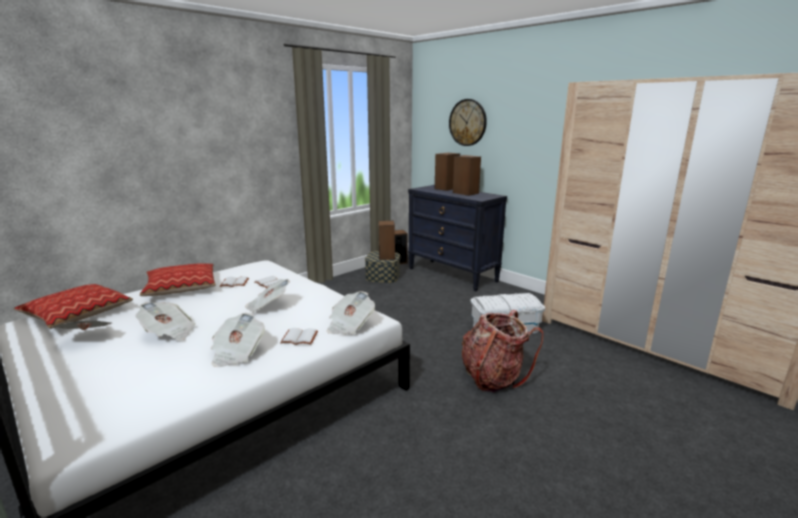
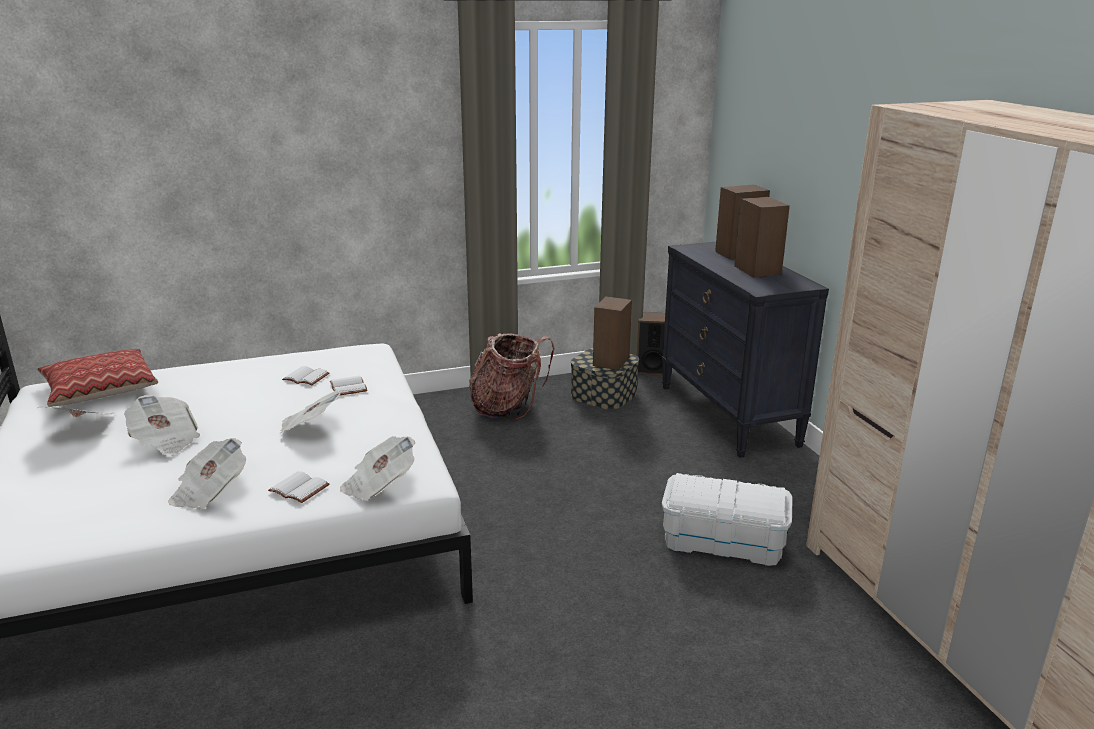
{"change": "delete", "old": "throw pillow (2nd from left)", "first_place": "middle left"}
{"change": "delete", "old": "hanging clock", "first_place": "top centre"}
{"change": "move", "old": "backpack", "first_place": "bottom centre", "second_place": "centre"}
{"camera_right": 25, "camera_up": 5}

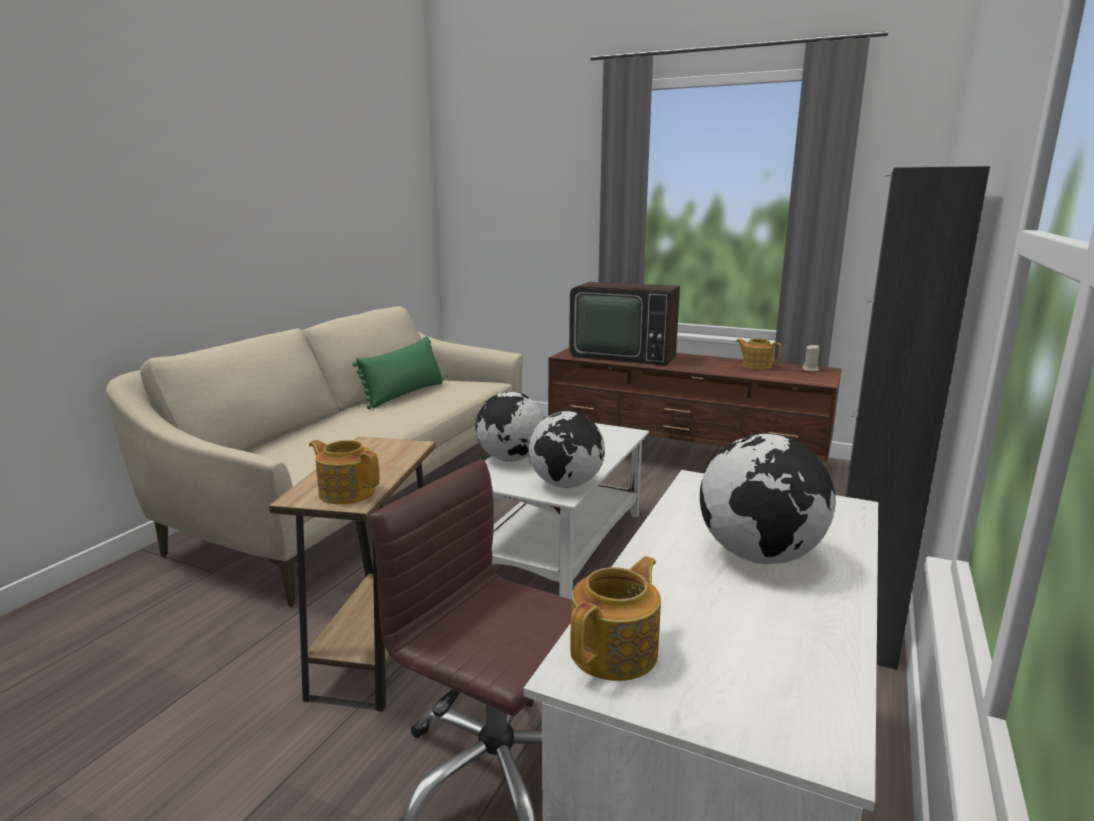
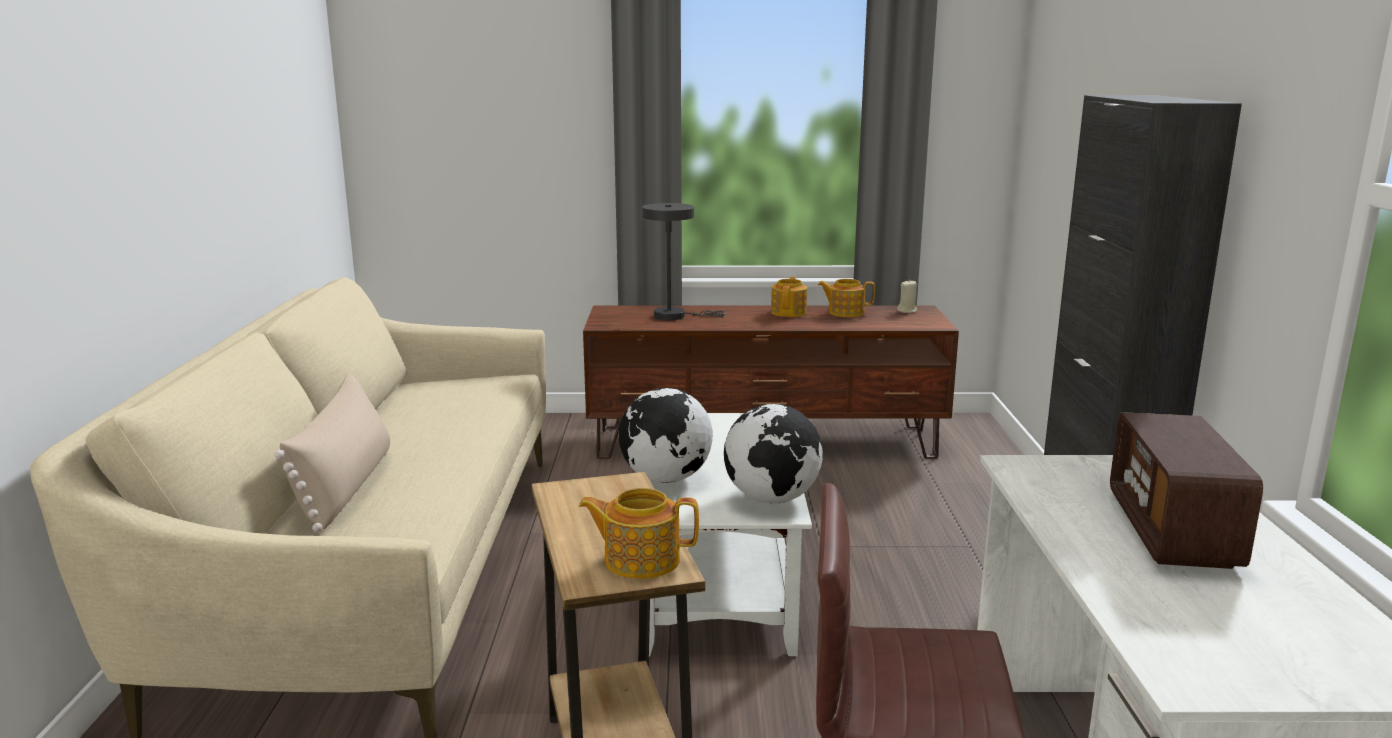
{"change": "delete", "old": "green throw pillow", "first_place": "centre"}
{"change": "insert", "new": "sand-coloured throw pillow", "second_place": "middle left"}
{"change": "move", "old": "pot for tea (2nd from left)", "first_place": "bottom centre", "second_place": "centre"}
{"change": "replace", "old": "TV set", "new": "gray lamp for a table", "first_place": "centre", "second_place": "centre"}
{"change": "replace", "old": "desk globe (3rd from left)", "new": "radio set", "first_place": "middle right", "second_place": "middle right"}
{"camera_right": -25, "camera_up": 0}

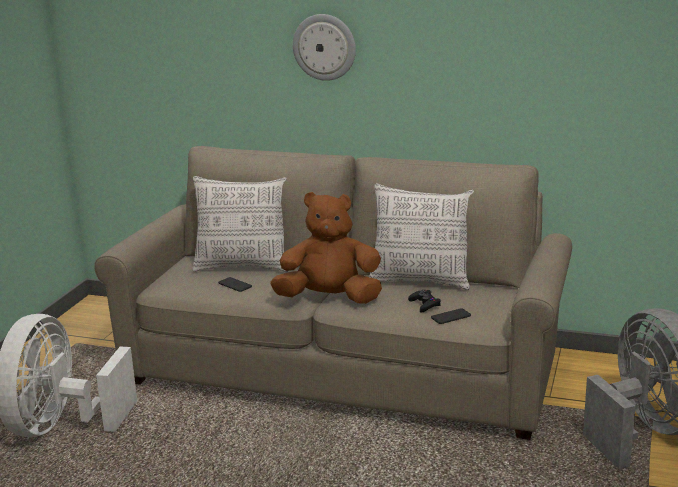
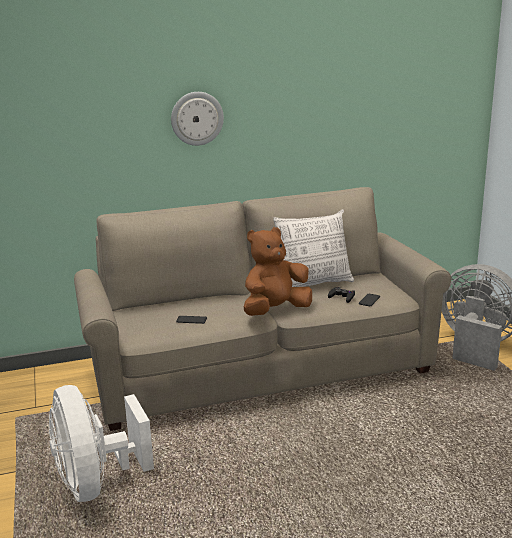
{"change": "delete", "old": "throw pillow (1st from left)", "first_place": "centre"}
{"camera_right": -35, "camera_up": 0}

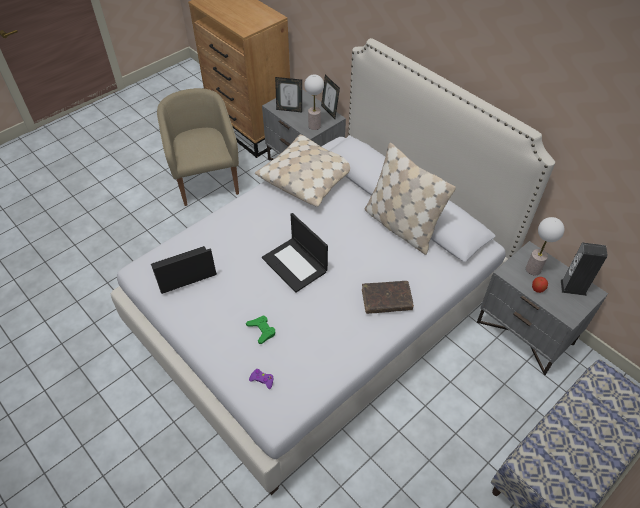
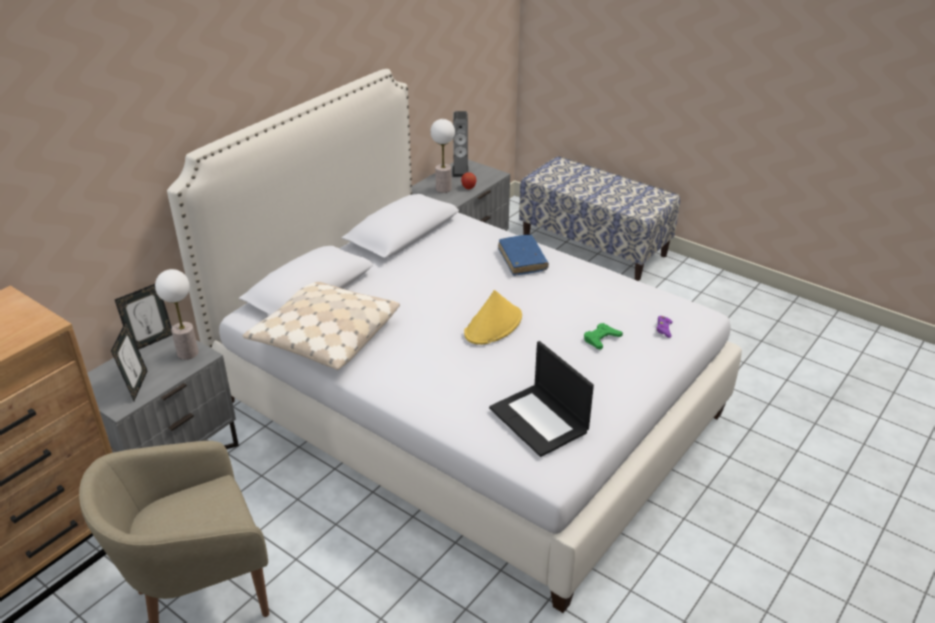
{"change": "delete", "old": "sand-coloured throw pillow (2nd from left)", "first_place": "centre"}
{"change": "replace", "old": "laptop (2nd from left)", "new": "yellowish wearable hat", "first_place": "centre", "second_place": "centre"}
{"change": "recolor", "old": "brownish book", "new": "bluish book", "first_place": "centre", "second_place": "centre"}
{"camera_right": -100, "camera_up": -15}

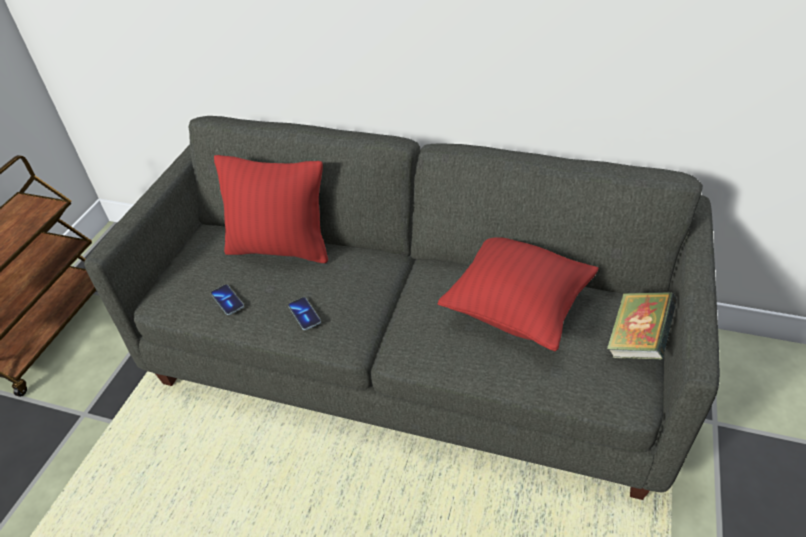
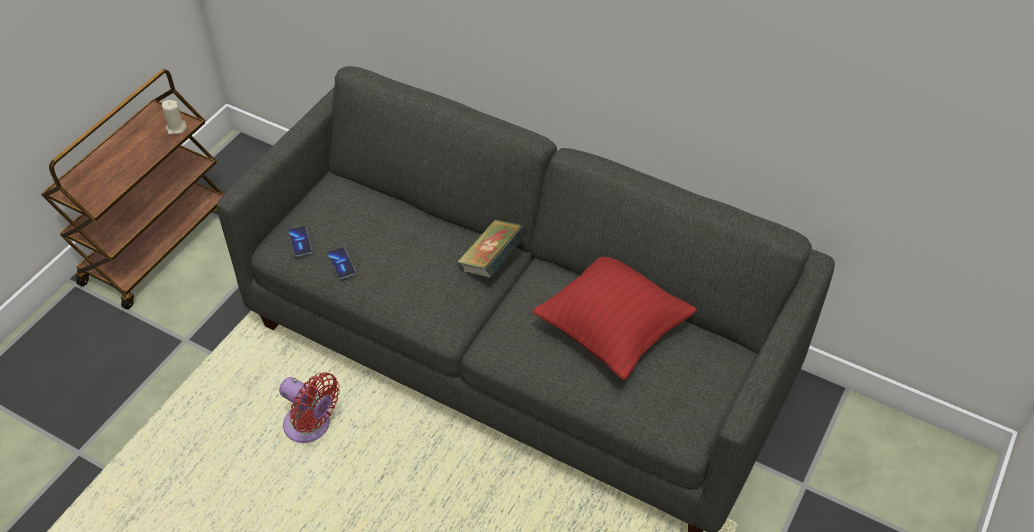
{"change": "delete", "old": "red throw pillow (1st from left)", "first_place": "centre"}
{"change": "insert", "new": "sand-coloured wax light", "second_place": "top left"}
{"change": "insert", "new": "red cooling fan", "second_place": "bottom left"}
{"change": "move", "old": "phone (2nd from left in the first image)", "new": "phone (1st from left)", "first_place": "centre", "second_place": "middle left"}
{"change": "move", "old": "book", "first_place": "middle right", "second_place": "centre"}
{"camera_right": 10, "camera_up": 5}

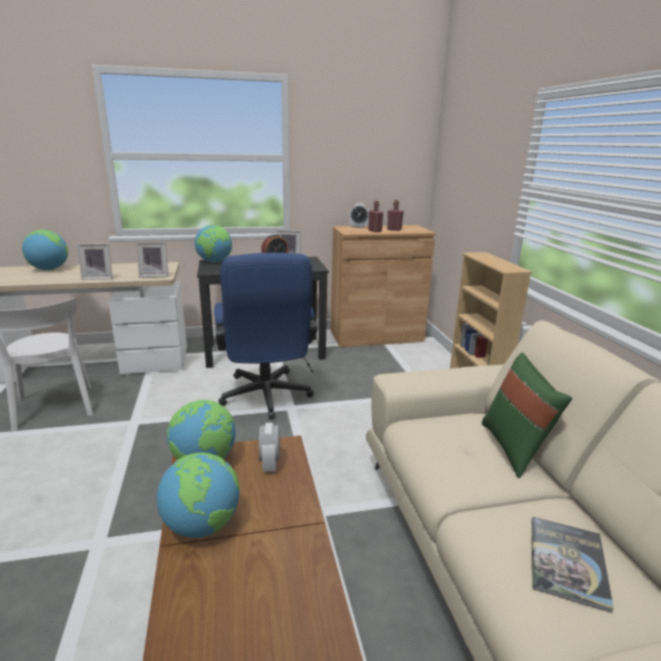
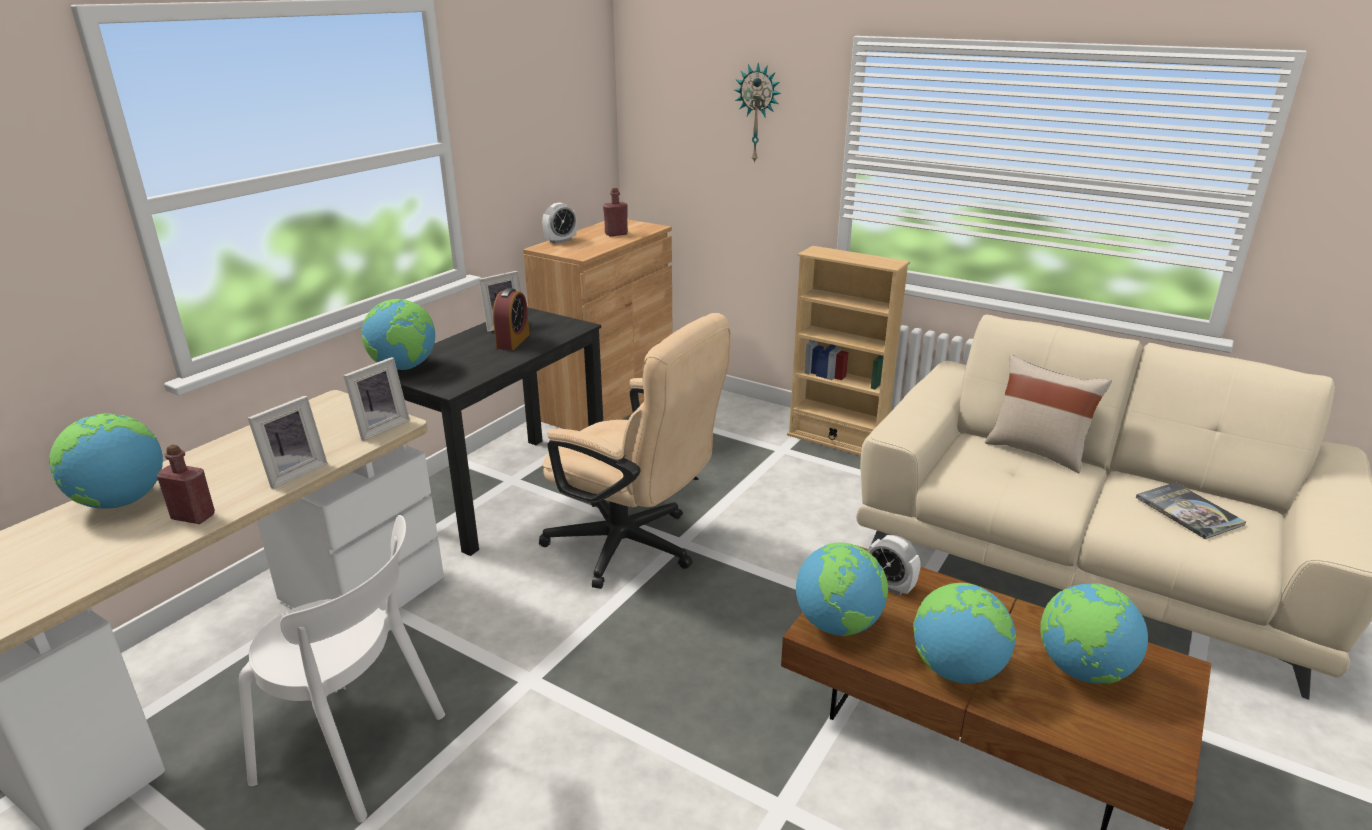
{"change": "insert", "new": "hanging clock", "second_place": "top centre"}
{"change": "insert", "new": "desk globe (5th from left)", "second_place": "bottom right"}
{"change": "move", "old": "red beverage bottle (1st from left)", "first_place": "top centre", "second_place": "middle left"}
{"change": "recolor", "old": "bluish computer chair", "new": "sand-coloured computer chair", "first_place": "centre", "second_place": "centre"}
{"change": "recolor", "old": "green throw pillow", "new": "sand-coloured throw pillow", "first_place": "middle right", "second_place": "middle right"}
{"camera_right": -45, "camera_up": 5}

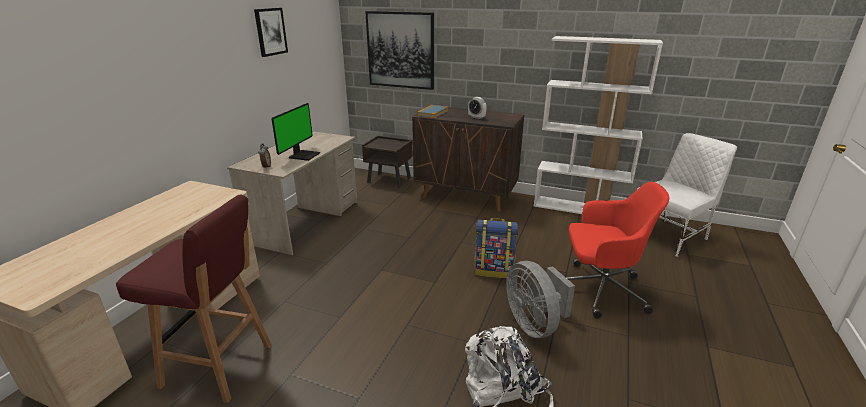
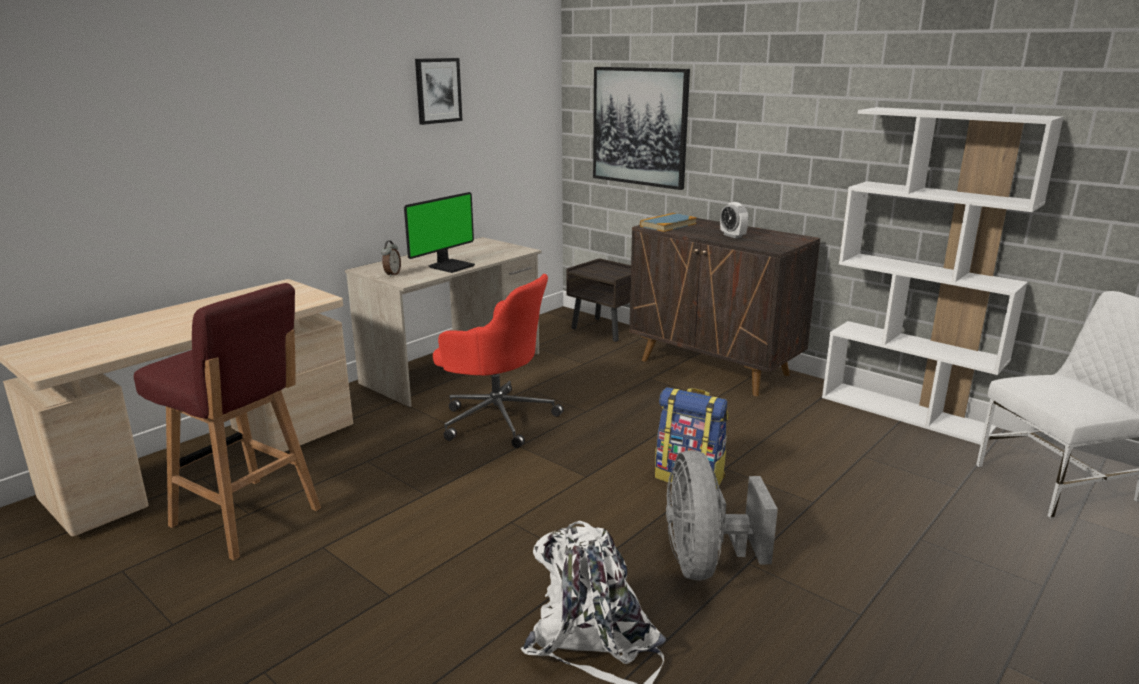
{"change": "move", "old": "red computer chair", "first_place": "middle right", "second_place": "centre"}
{"camera_right": 20, "camera_up": -5}

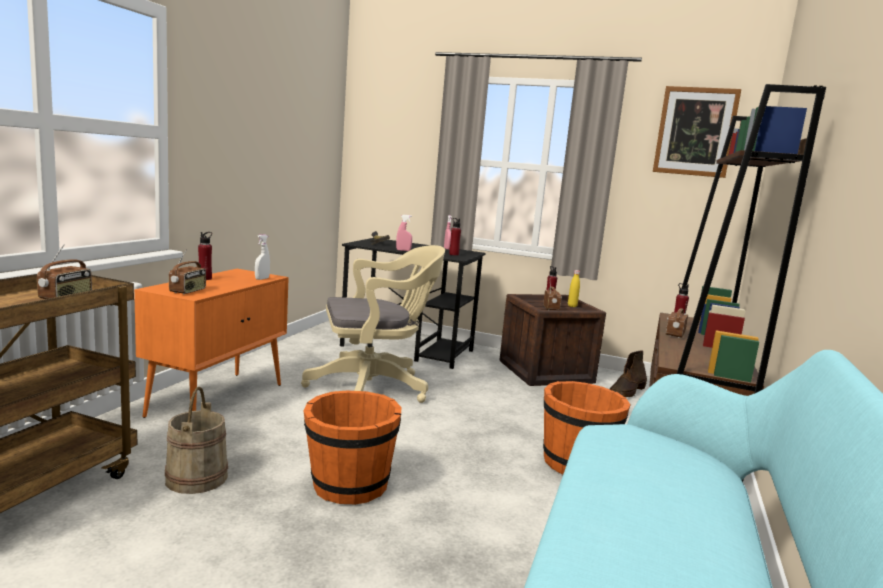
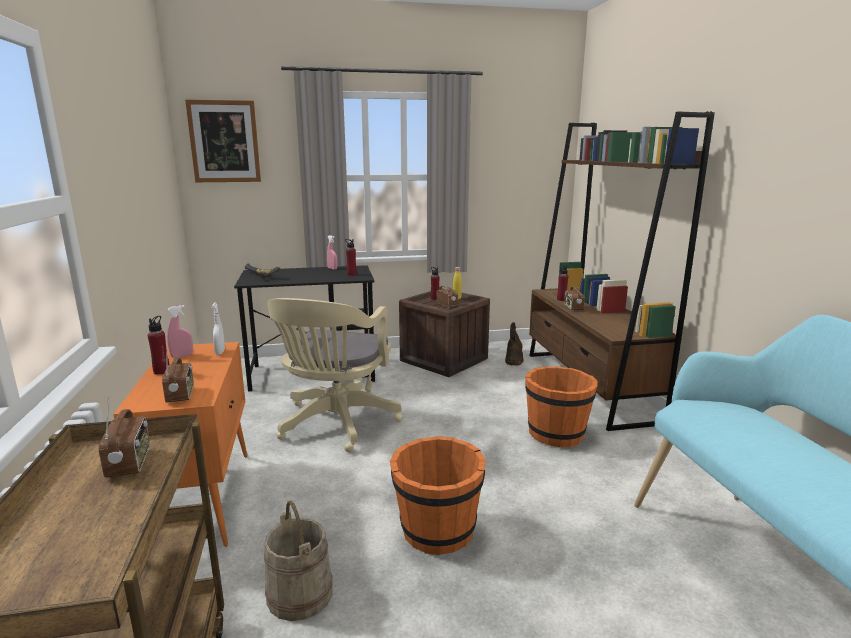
{"change": "move", "old": "pinkish spray bottle (1st from left)", "first_place": "centre", "second_place": "middle left"}
{"change": "move", "old": "picture", "first_place": "top right", "second_place": "top left"}
{"change": "rotate", "old": "sand-coloured computer chair", "first_place": "centre", "second_place": "centre", "degrees": 150}
{"camera_right": -30, "camera_up": 5}

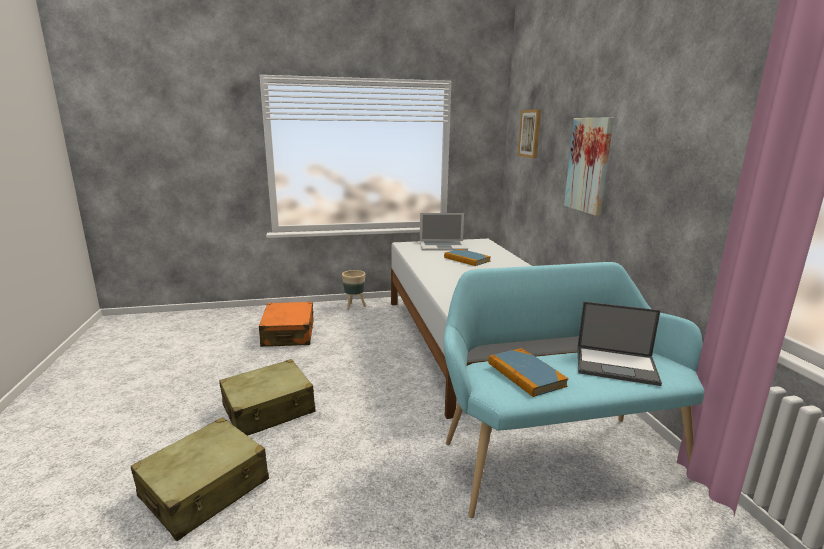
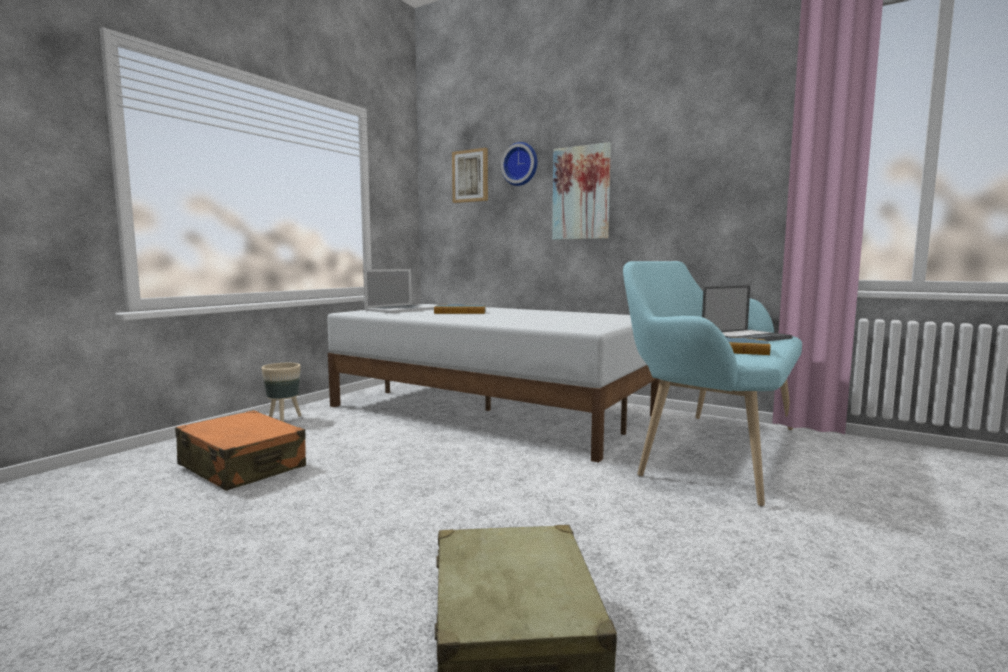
{"change": "delete", "old": "sand-coloured travel case (2nd from left)", "first_place": "bottom left"}
{"change": "insert", "new": "hanging clock", "second_place": "top centre"}
{"camera_right": -45, "camera_up": -10}

